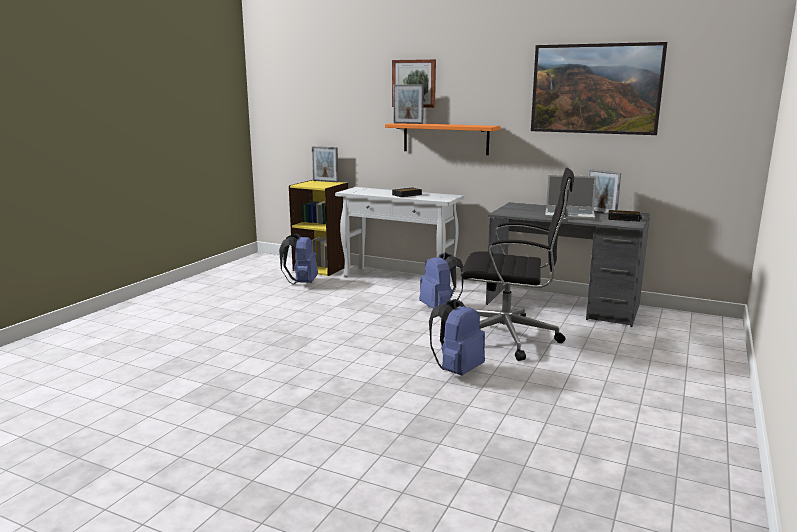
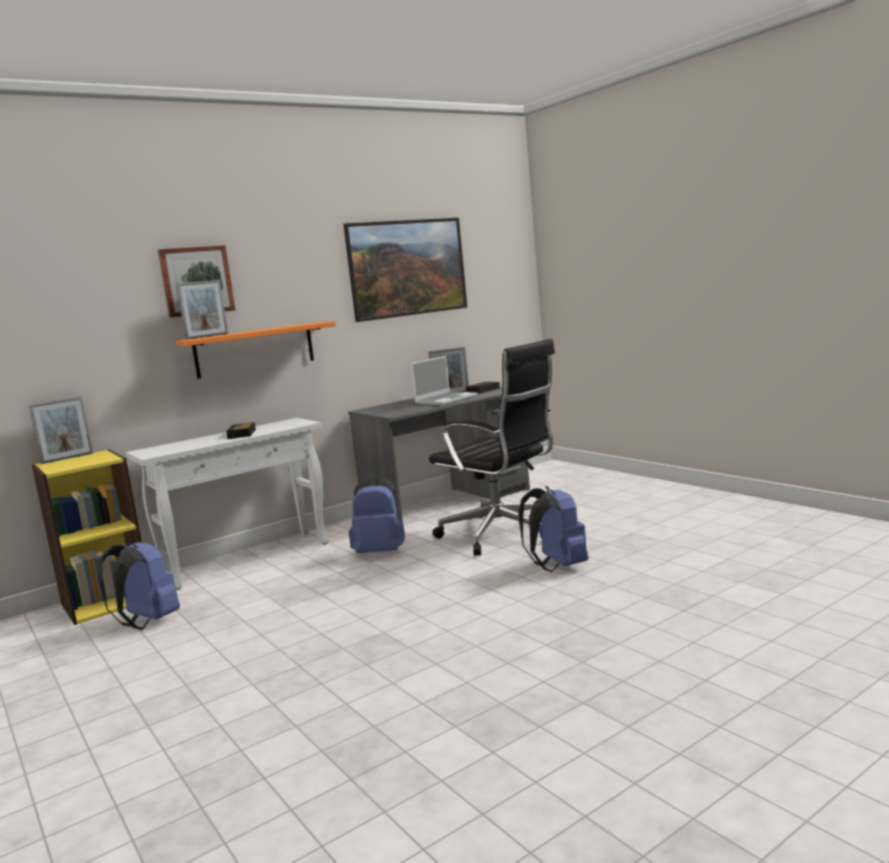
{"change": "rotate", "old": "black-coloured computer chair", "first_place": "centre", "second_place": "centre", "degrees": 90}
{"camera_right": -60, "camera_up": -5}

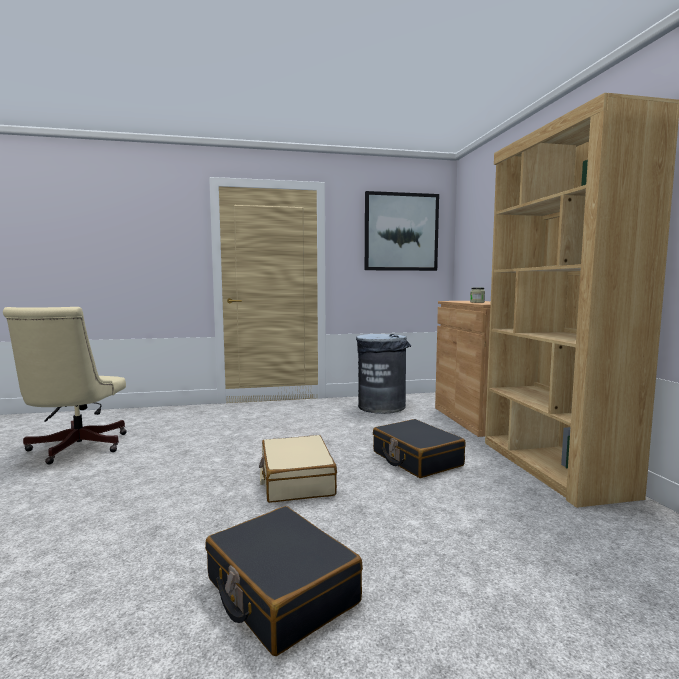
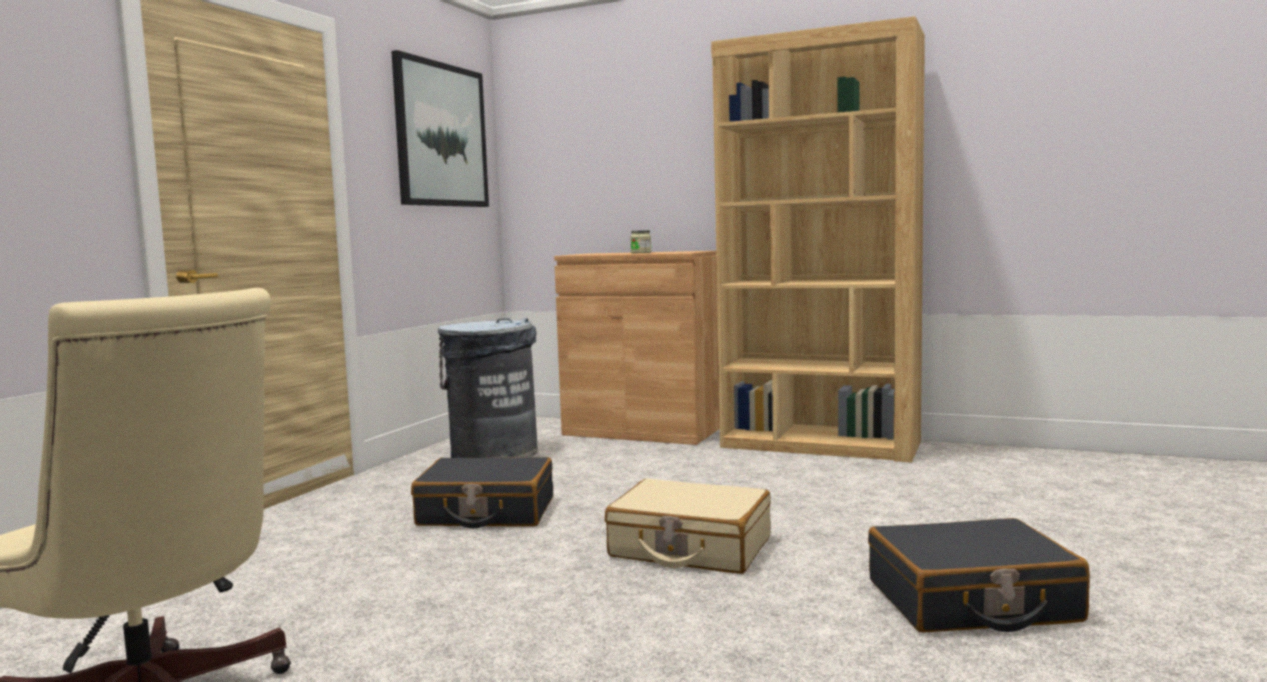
{"change": "move", "old": "black-coloured travel case (2nd from left in the first image)", "new": "black-coloured travel case (1st from left)", "first_place": "centre", "second_place": "bottom centre"}
{"camera_right": -55, "camera_up": 0}

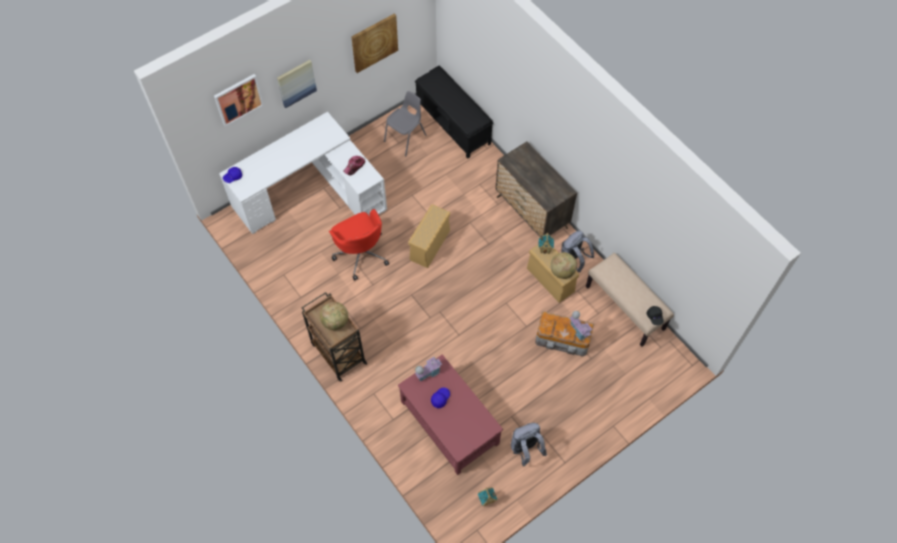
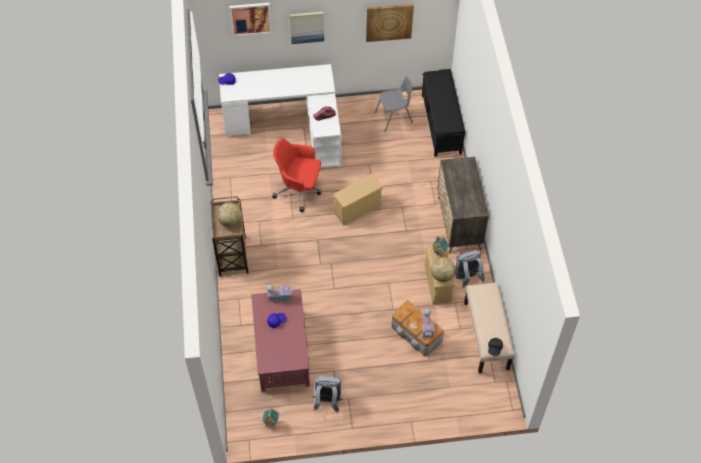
{"change": "rotate", "old": "red computer chair", "first_place": "centre", "second_place": "centre", "degrees": 105}
{"camera_right": 30, "camera_up": -5}

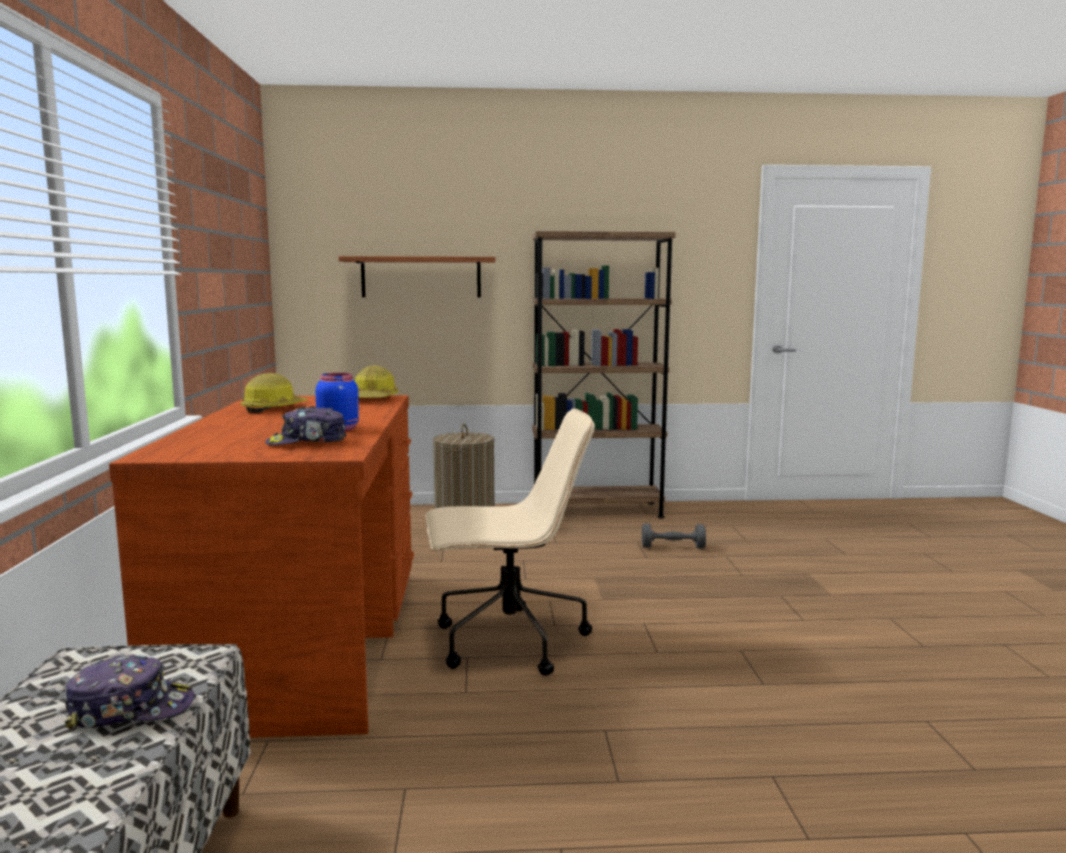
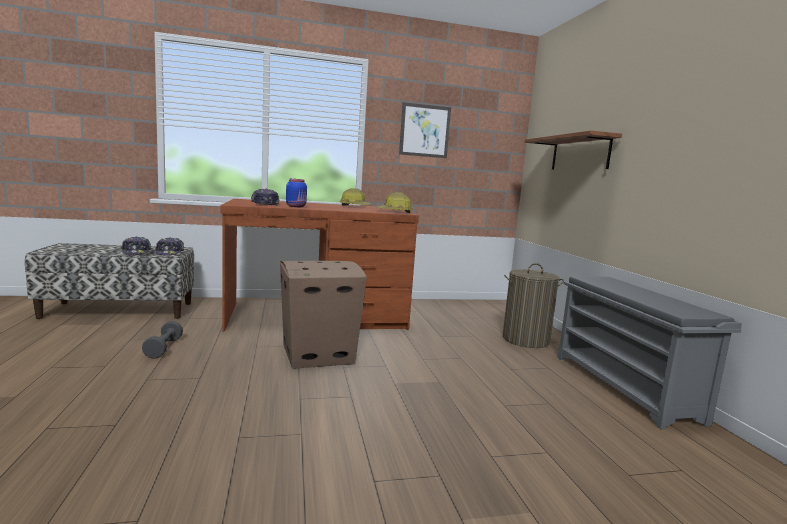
{"change": "insert", "new": "cap (2nd from left)", "second_place": "middle left"}
{"change": "insert", "new": "picture", "second_place": "top centre"}
{"change": "move", "old": "gray dumbbell", "first_place": "centre", "second_place": "middle left"}
{"change": "replace", "old": "sand-coloured computer chair", "new": "carton", "first_place": "centre", "second_place": "centre"}
{"change": "replace", "old": "brownish shelving unit", "new": "gray shoe rack", "first_place": "centre", "second_place": "bottom right"}
{"camera_right": 80, "camera_up": 0}

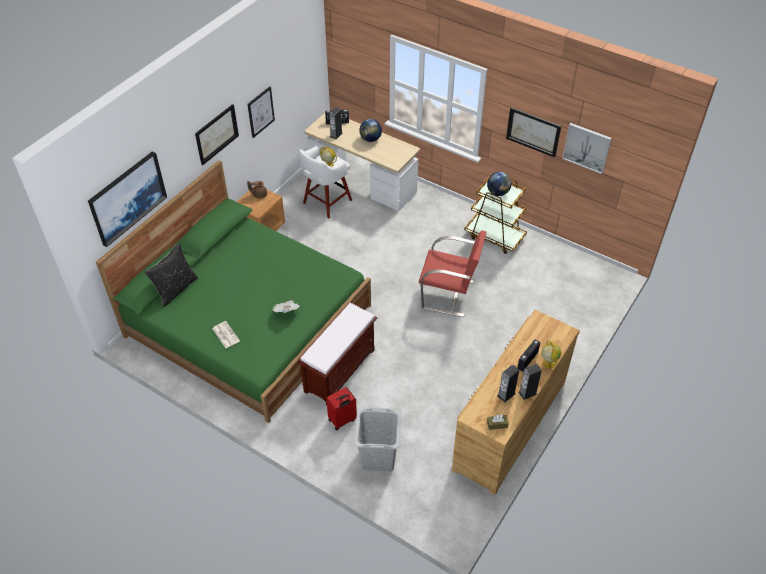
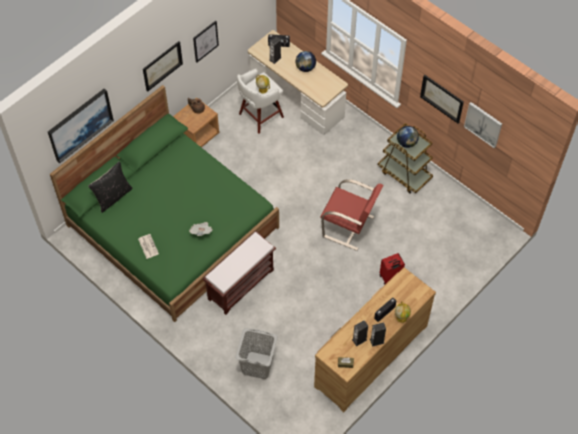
{"change": "move", "old": "red travel case", "first_place": "bottom centre", "second_place": "middle right"}
{"camera_right": 10, "camera_up": 10}

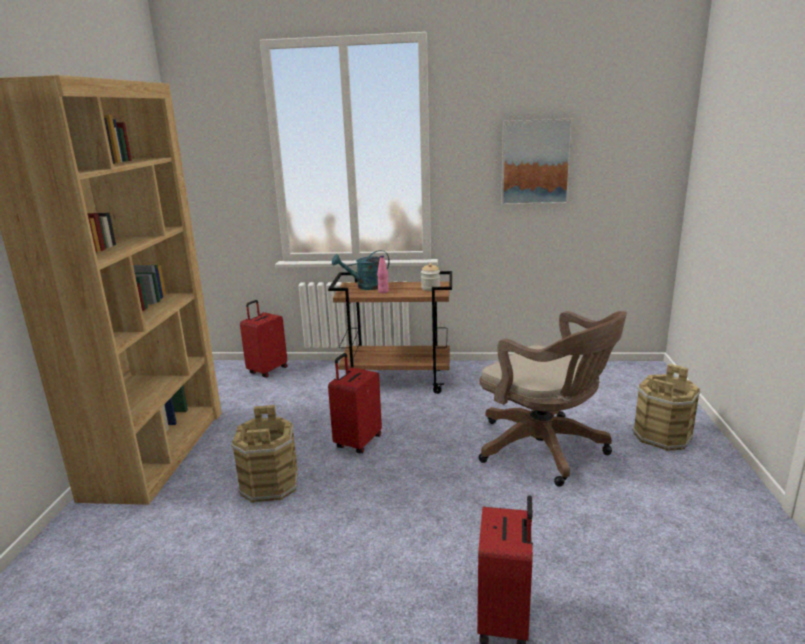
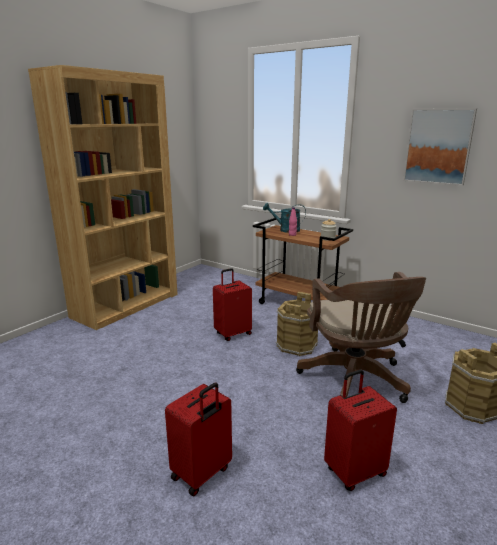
{"change": "move", "old": "brownish water bucket (1st from left)", "first_place": "bottom left", "second_place": "centre"}
{"change": "move", "old": "red travel case (1st from left in the first image)", "new": "red travel case (3rd from left)", "first_place": "middle left", "second_place": "bottom right"}
{"camera_right": 30, "camera_up": 0}

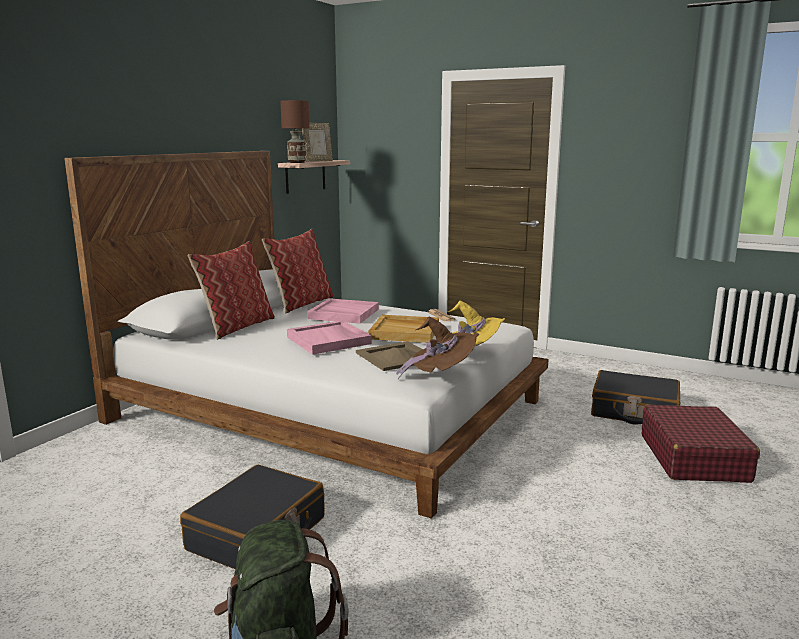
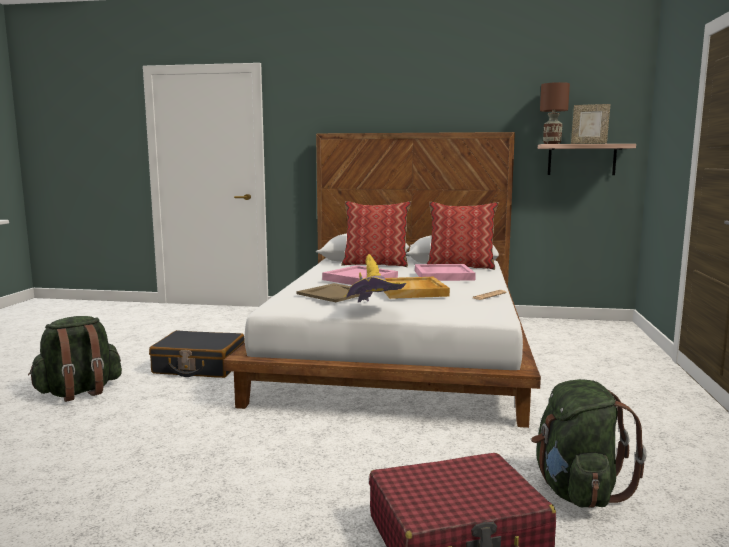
{"change": "delete", "old": "brownish wearable hat", "first_place": "centre"}
{"change": "replace", "old": "black-coloured travel case (2nd from left)", "new": "green backpack (2nd from left)", "first_place": "middle right", "second_place": "bottom right"}
{"camera_right": 70, "camera_up": -5}

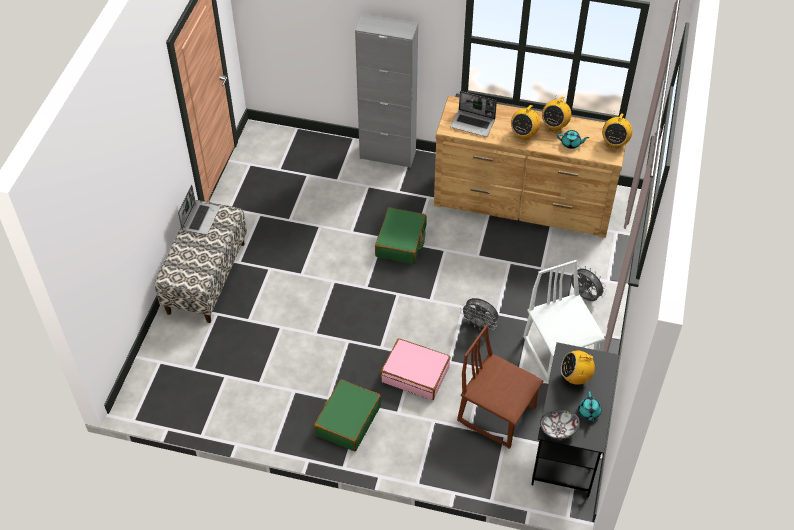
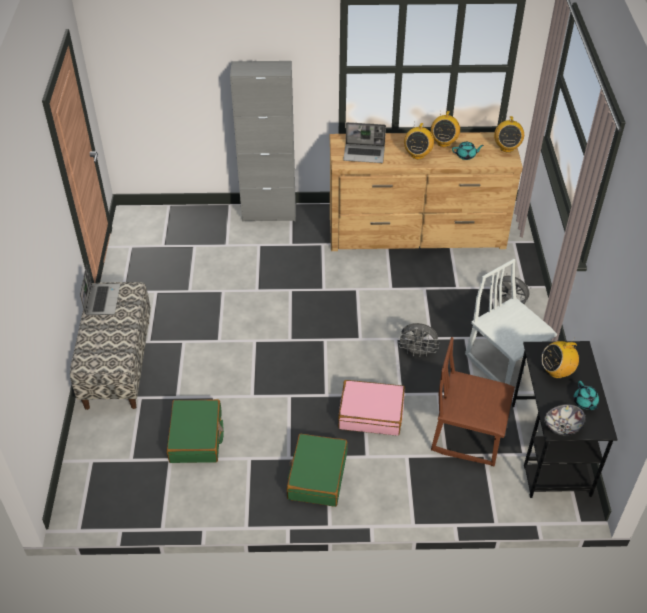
{"change": "move", "old": "green travel case (2nd from left in the first image)", "new": "green travel case (1st from left)", "first_place": "centre", "second_place": "bottom left"}
{"camera_right": -15, "camera_up": -5}

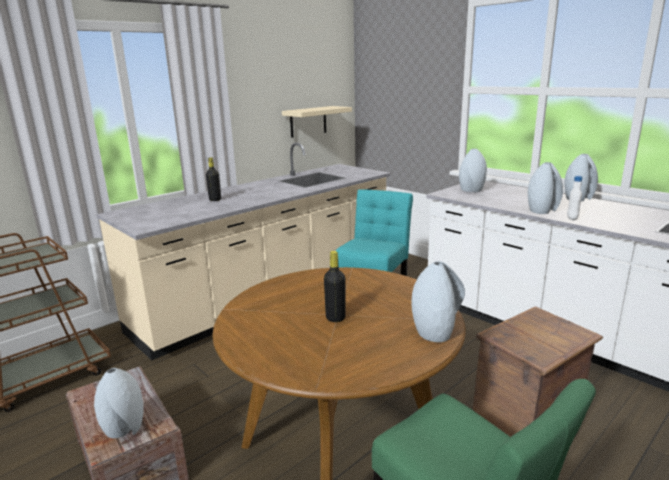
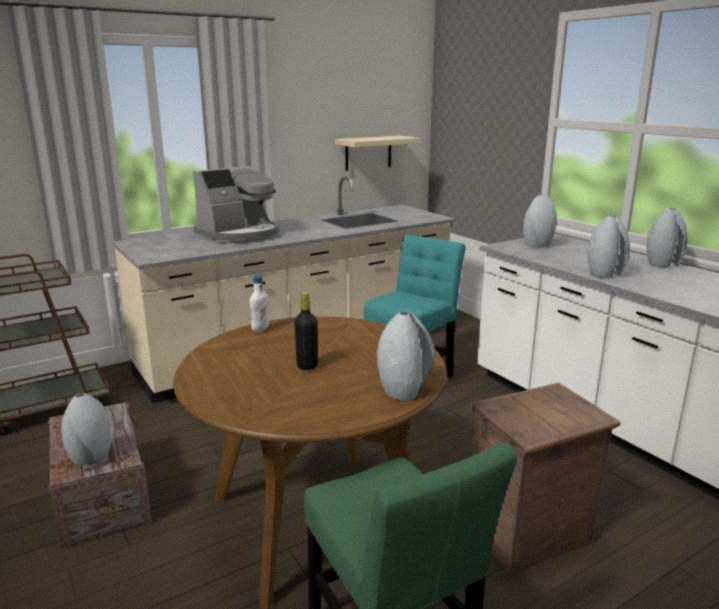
{"change": "move", "old": "white beverage bottle", "first_place": "middle right", "second_place": "centre"}
{"change": "replace", "old": "black-coloured beverage bottle (1st from left)", "new": "coffee machine", "first_place": "middle left", "second_place": "middle left"}
{"camera_right": 10, "camera_up": 0}

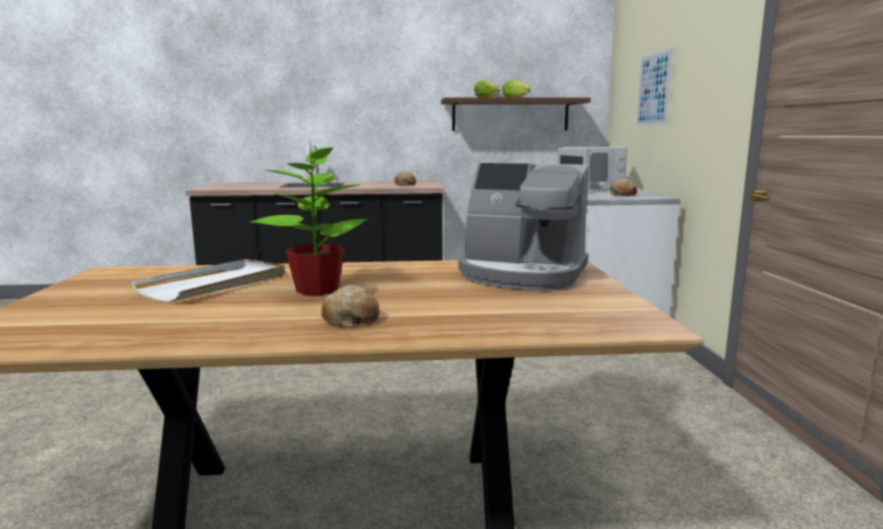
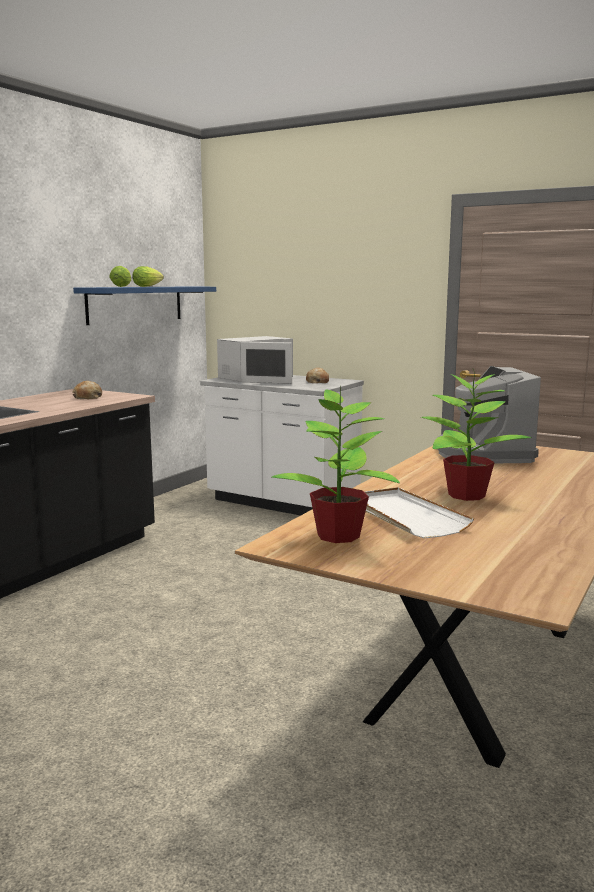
{"change": "delete", "old": "bread (1st from left)", "first_place": "centre"}
{"change": "delete", "old": "picture", "first_place": "top right"}
{"change": "insert", "new": "potted plant (1st from left)", "second_place": "centre"}
{"change": "recolor", "old": "brownish bracket shelf", "new": "bluish bracket shelf", "first_place": "top centre", "second_place": "middle left"}
{"change": "rotate", "old": "coffee machine", "first_place": "centre", "second_place": "middle right", "degrees": 120}
{"camera_right": -55, "camera_up": 0}

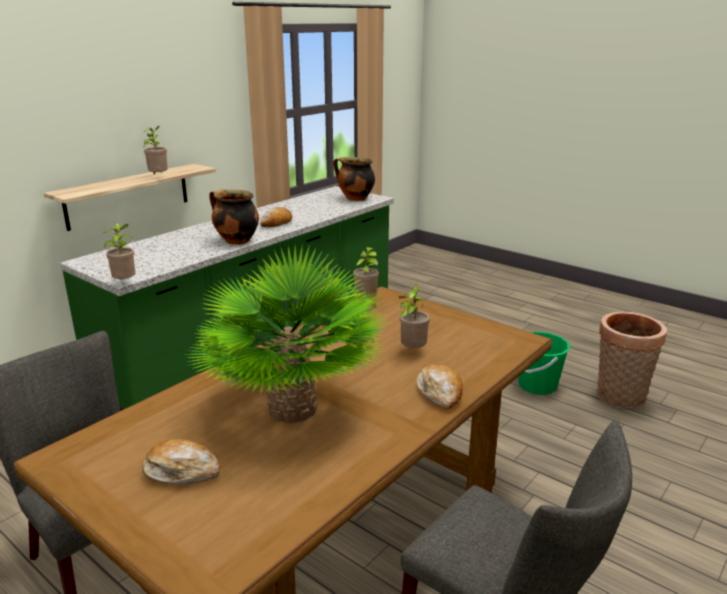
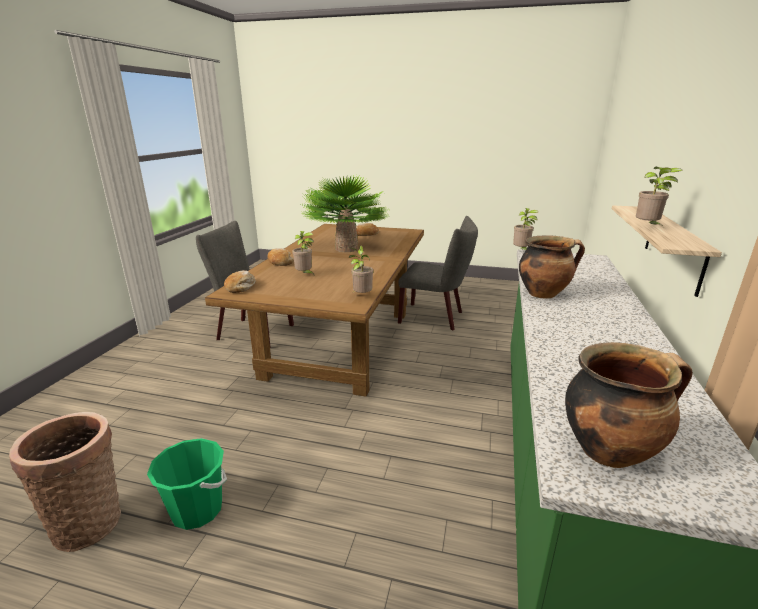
{"change": "move", "old": "bread (2nd from left in the first image)", "new": "bread (1st from left)", "first_place": "centre", "second_place": "middle left"}
{"camera_right": 155, "camera_up": 0}

